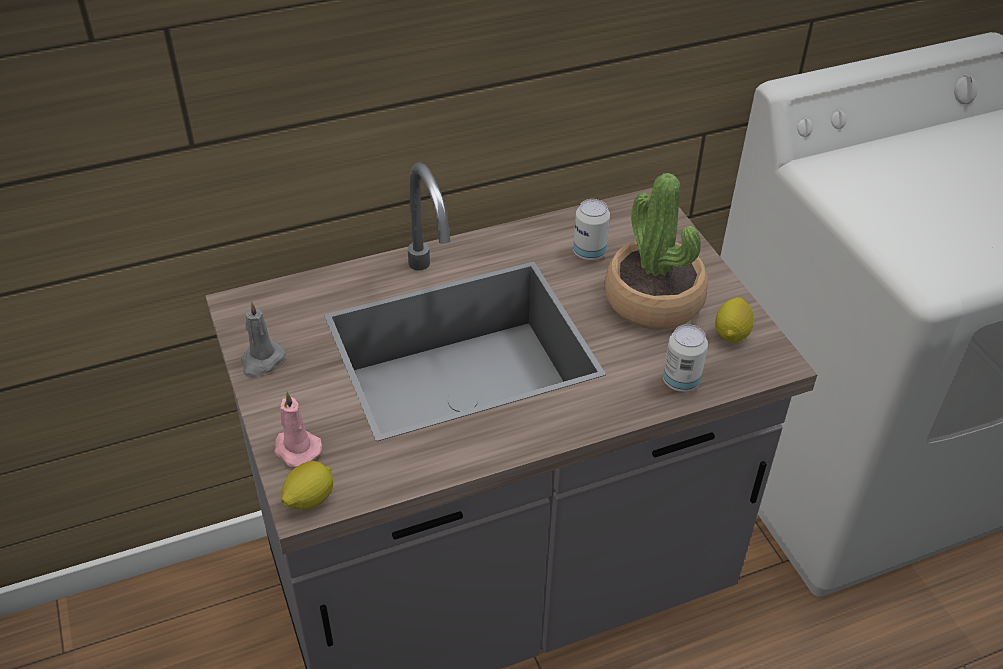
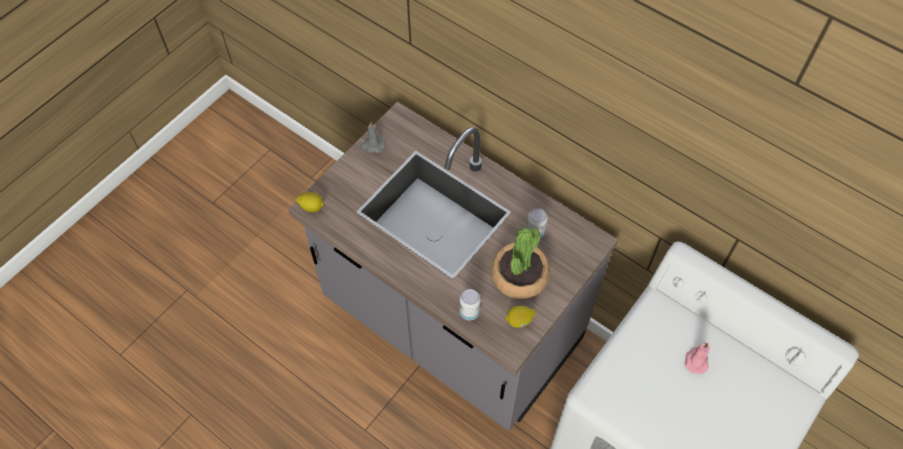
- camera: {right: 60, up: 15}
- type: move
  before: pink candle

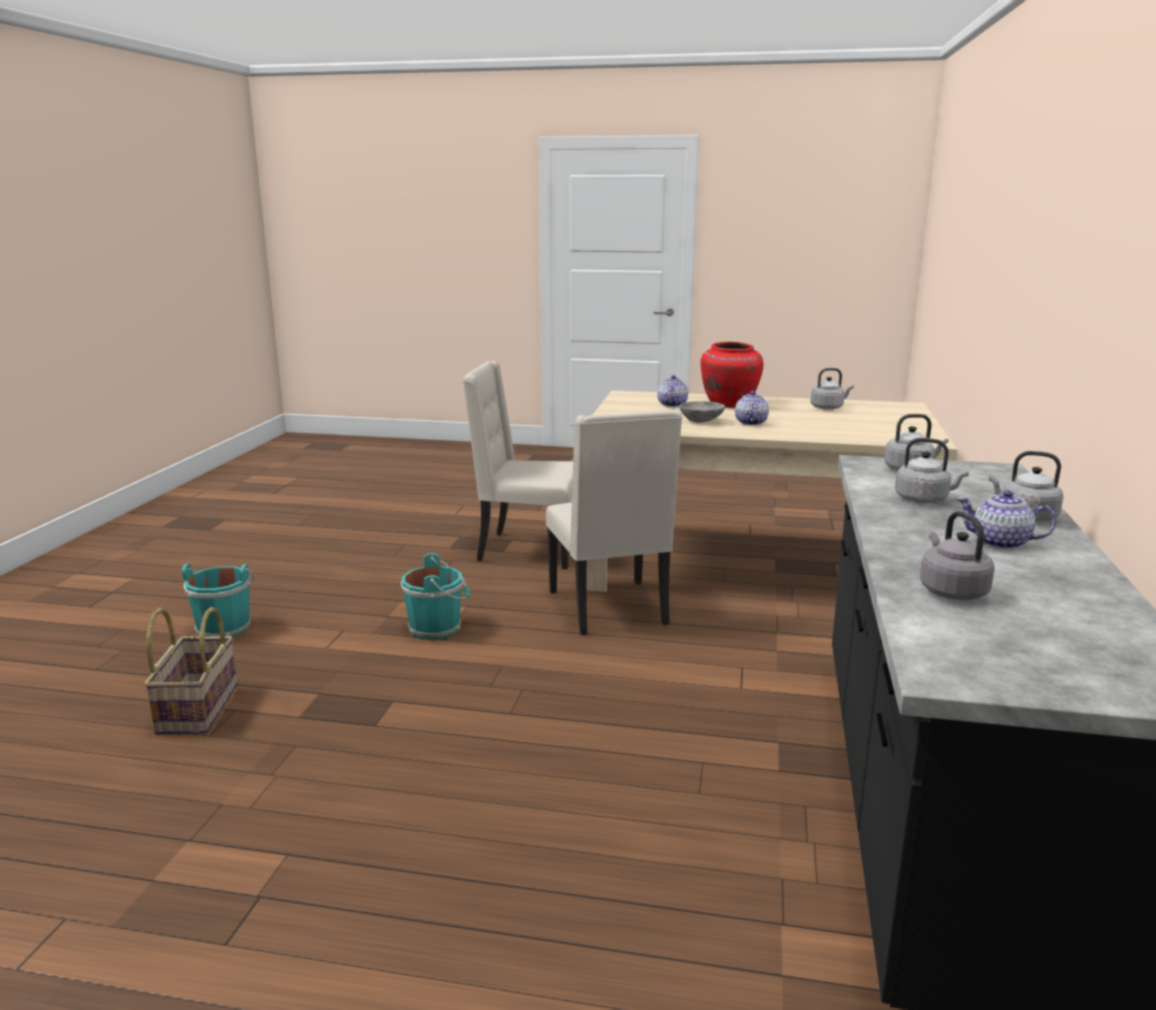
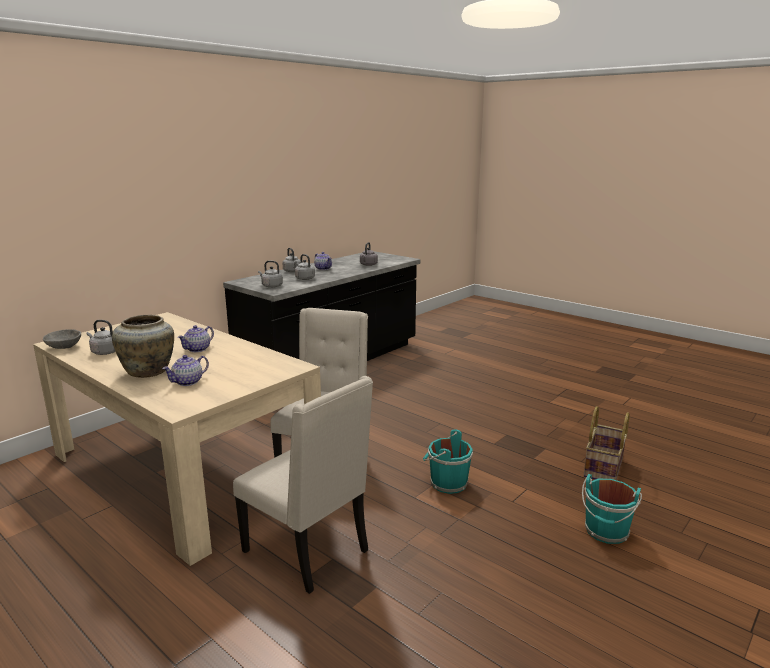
- camera: {right: -150, up: 0}
- type: move
  before: grey bowl
- type: recolor
  before: red vase
  after: beige vase

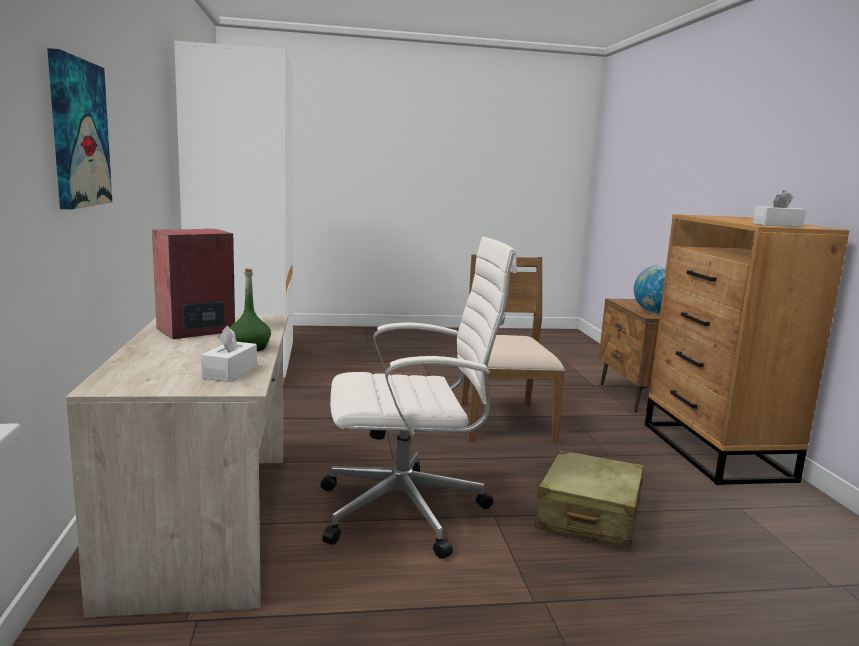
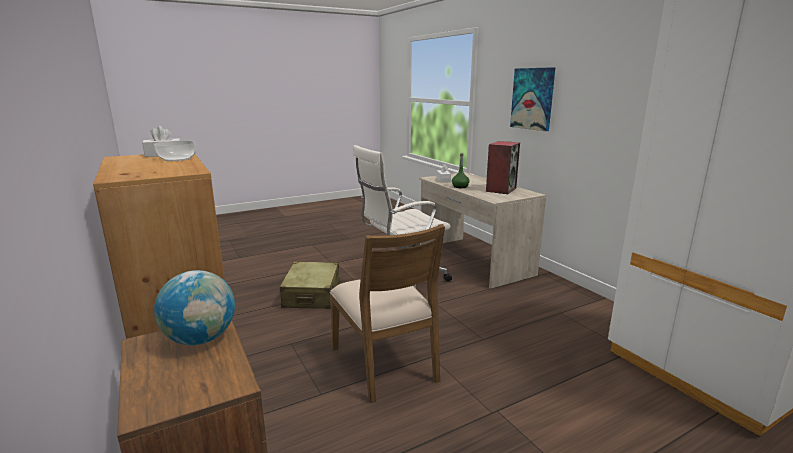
- camera: {right: 160, up: 5}
- type: insert
  after: bowl

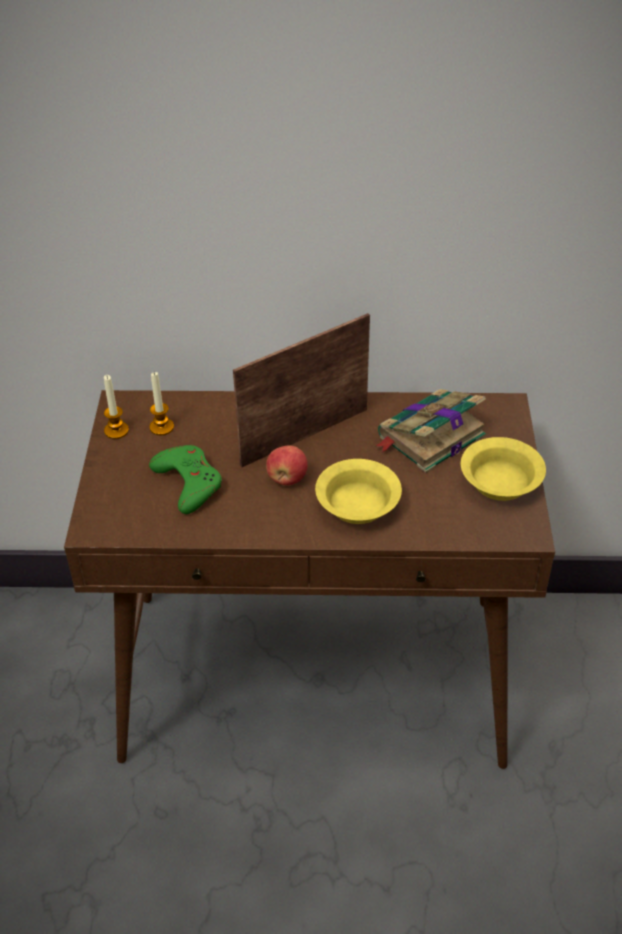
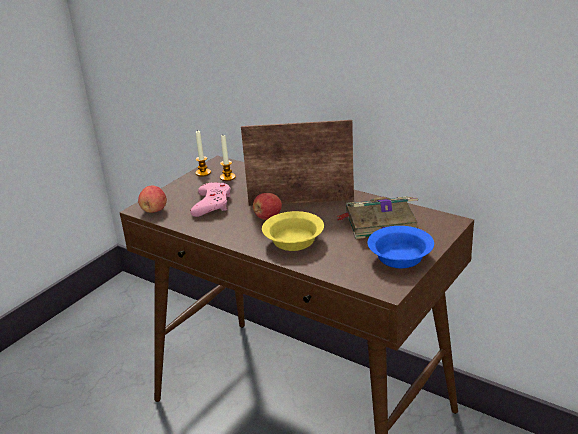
- camera: {right: 35, up: -15}
- type: insert
  after: apple (1st from left)
- type: recolor
  before: green game controller
  after: pink game controller
- type: recolor
  before: yellow bowl (2nd from left)
  after: blue bowl

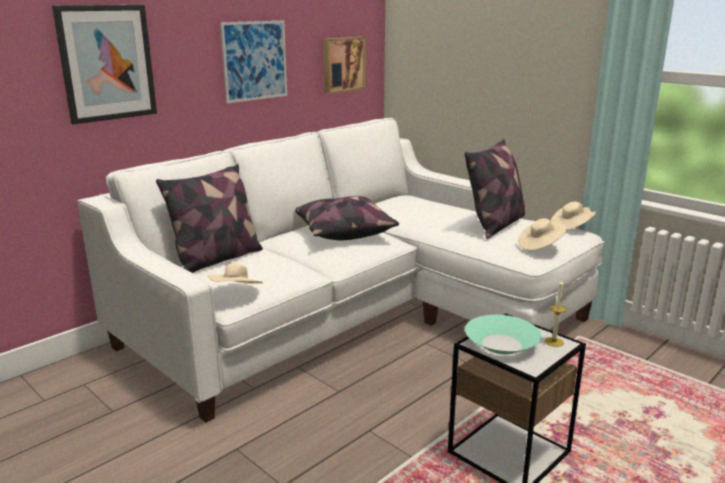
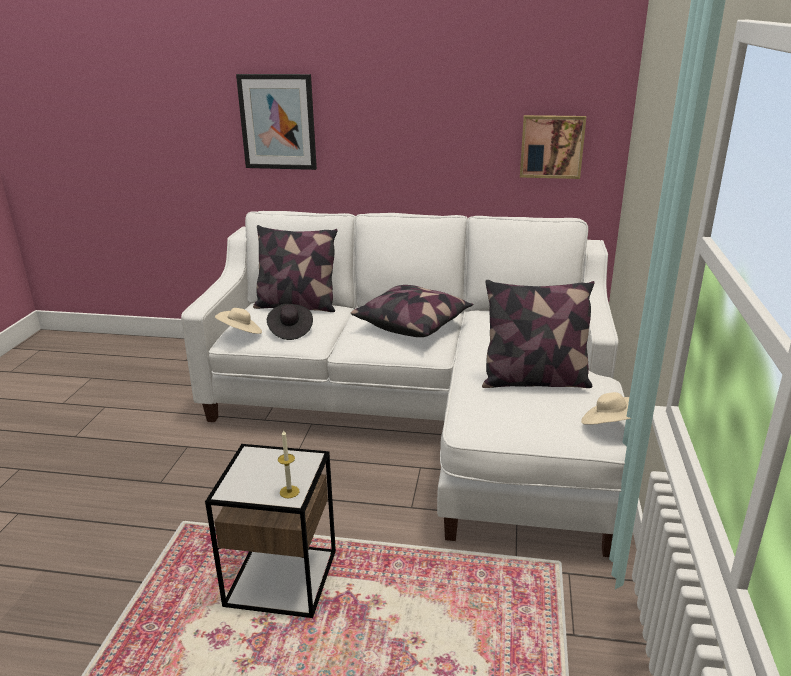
- camera: {right: 55, up: 5}
- type: insert
  after: black hat
- type: delete
  before: picture (2nd from left)
- type: delete
  before: turquoise bowl
- type: delete
  before: beige hat (2nd from left)

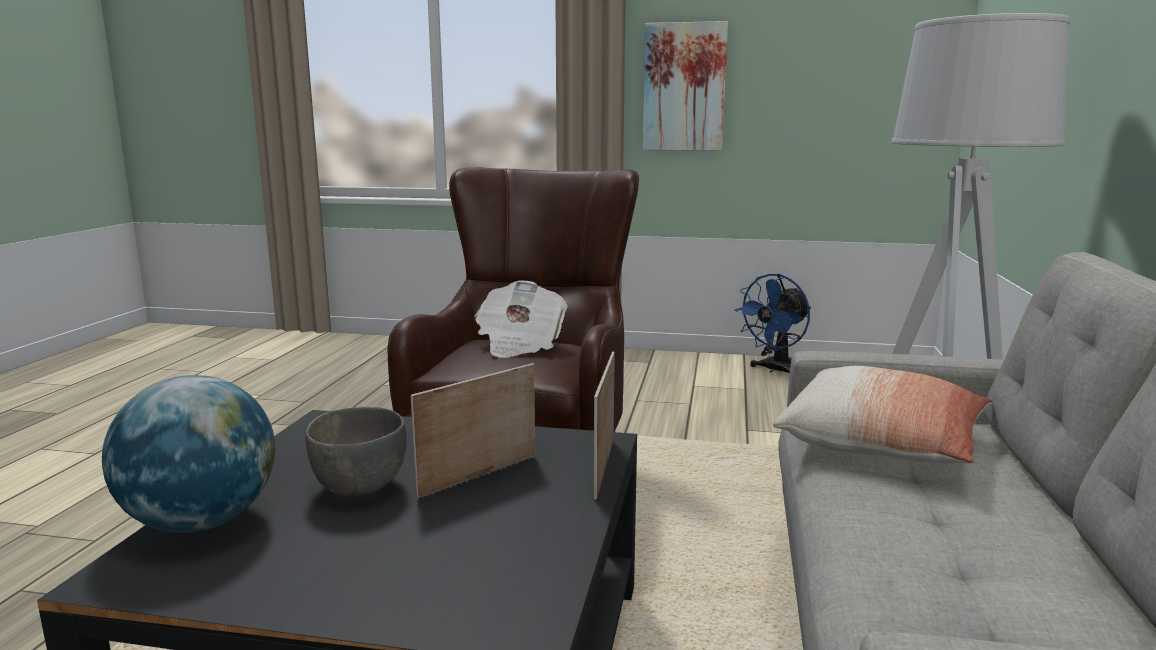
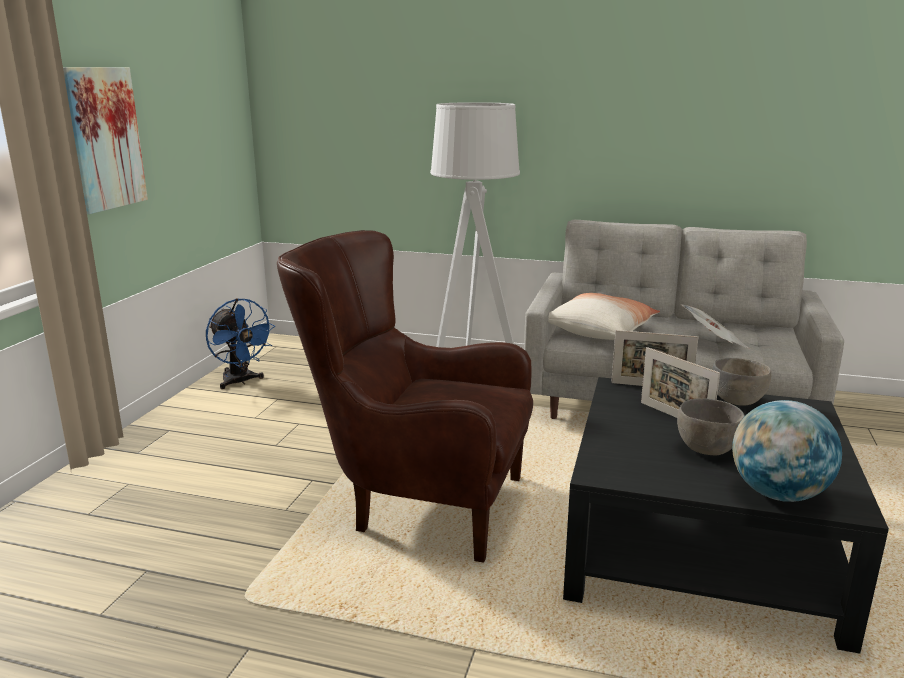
- camera: {right: -85, up: 5}
- type: move
  before: newspaper
- type: insert
  after: grey bowl (2nd from left)

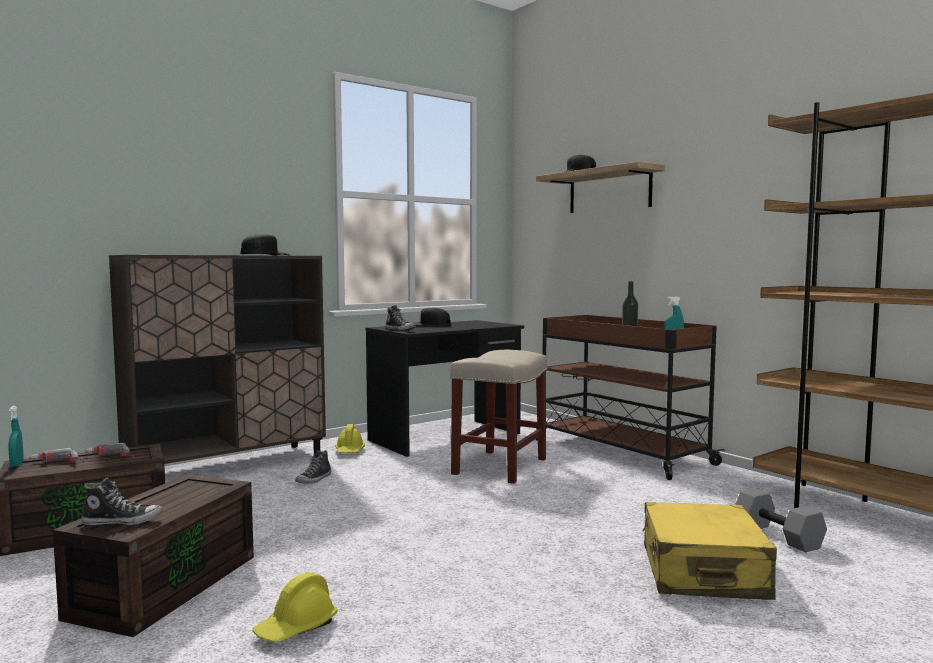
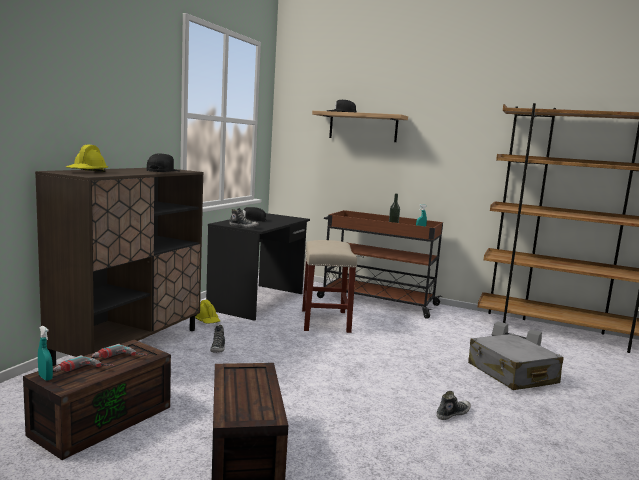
- camera: {right: -30, up: 5}
- type: move
  before: yellow hard hat (1st from left)
- type: move
  before: shoe (1st from left in the first image)
  after: shoe (3rd from left)
- type: recolor
  before: yellow suitcase
  after: grey suitcase

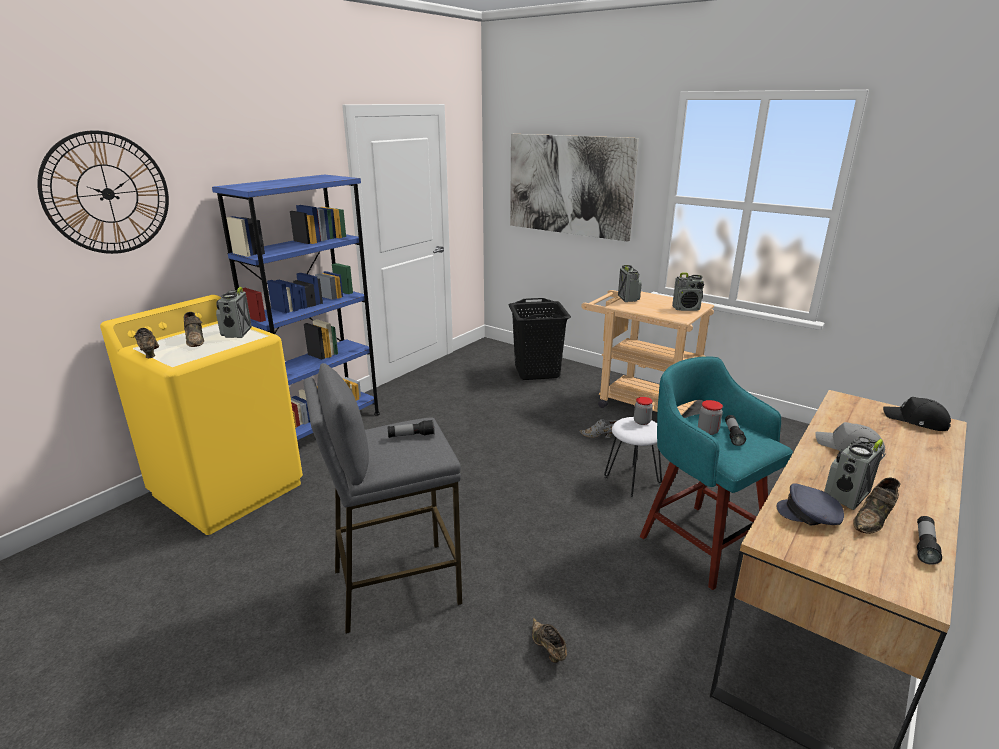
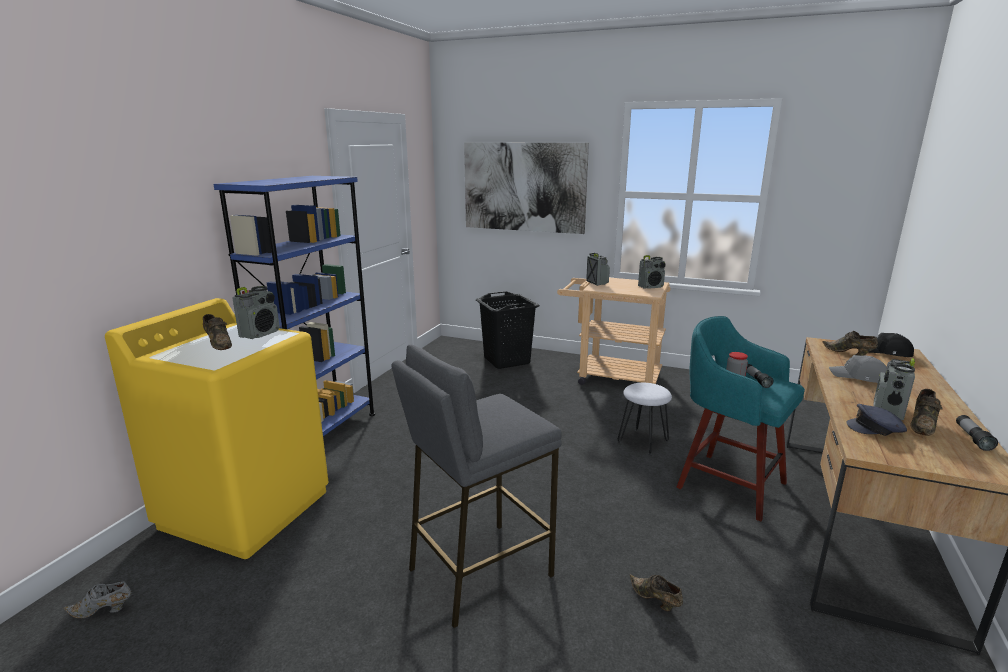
- camera: {right: -15, up: -5}
- type: move
  before: grey shoe
- type: rotate
  before: radio (1st from left)
  turn: -135
- type: move
  before: brown shoe (1st from left in the first image)
  after: brown shoe (3rd from left)
- type: delete
  before: wall clock
- type: delete
  before: flashlight (1st from left)
- type: delete
  before: jar (1st from left)

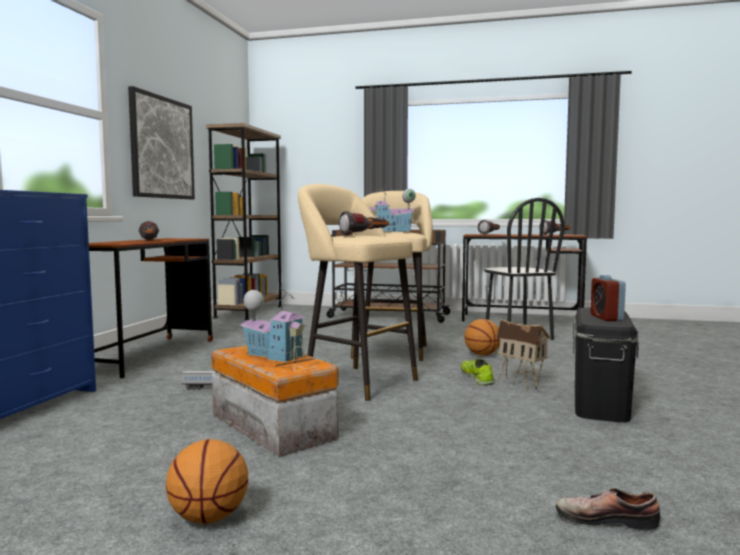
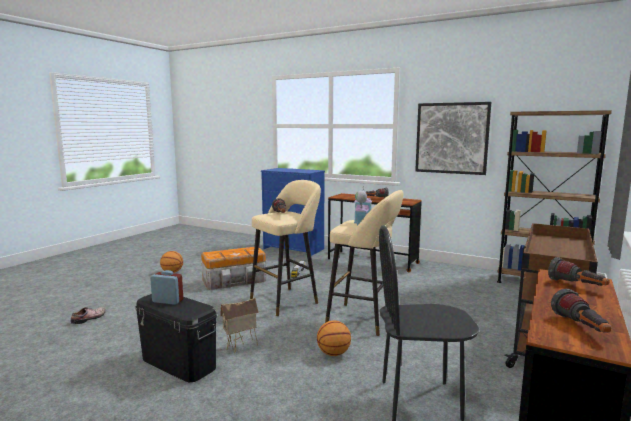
- camera: {right: 105, up: 5}
- type: delete
  before: toy house (1st from left)
- type: delete
  before: shoe (1st from left)

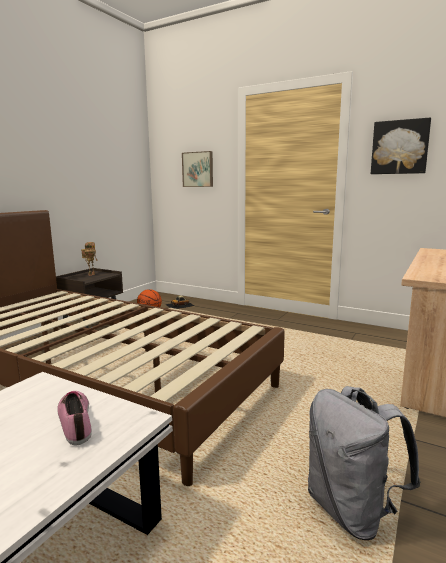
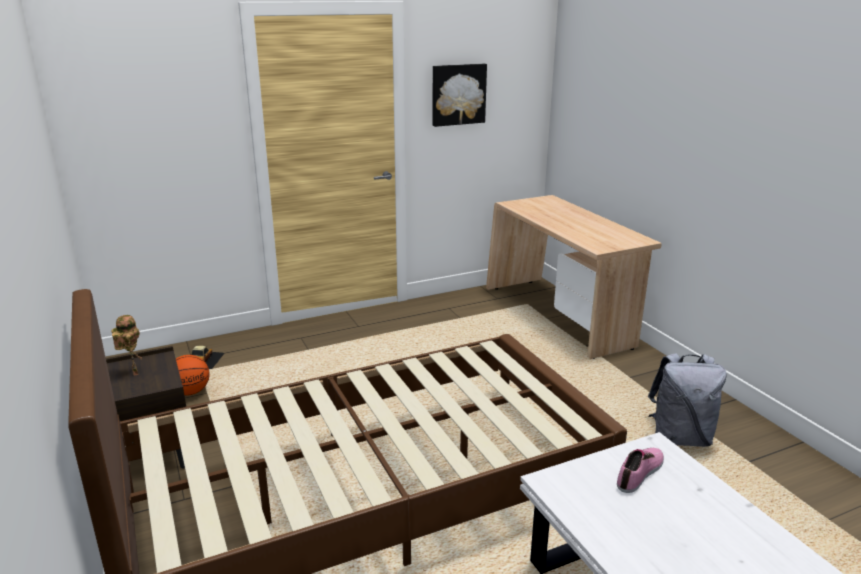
- camera: {right: -55, up: 10}
- type: rotate
  before: shoe
  turn: 120
- type: delete
  before: picture (1st from left)

